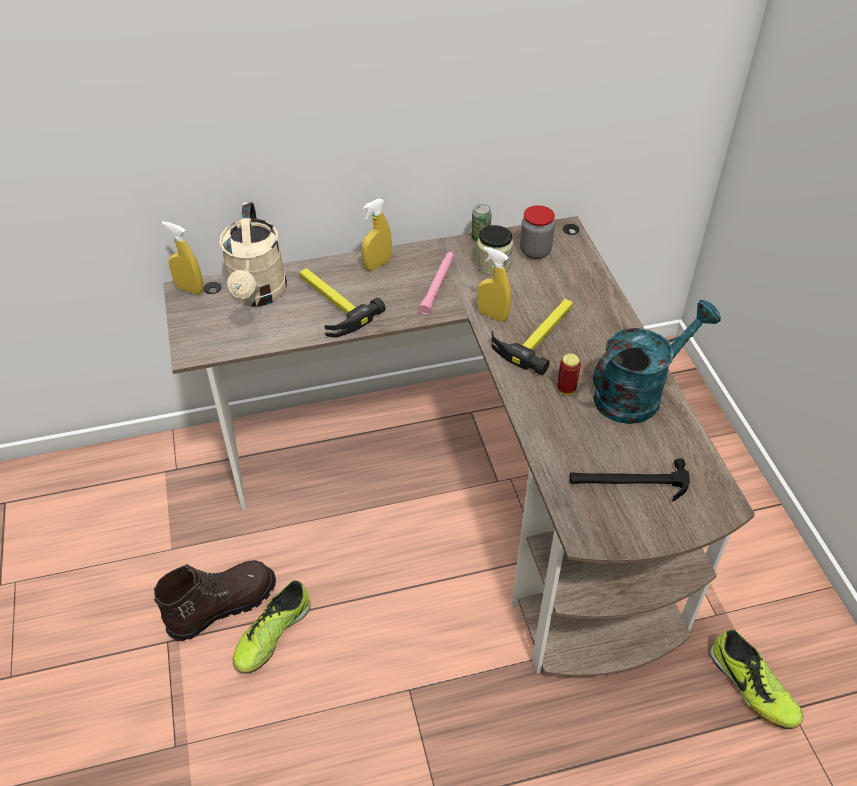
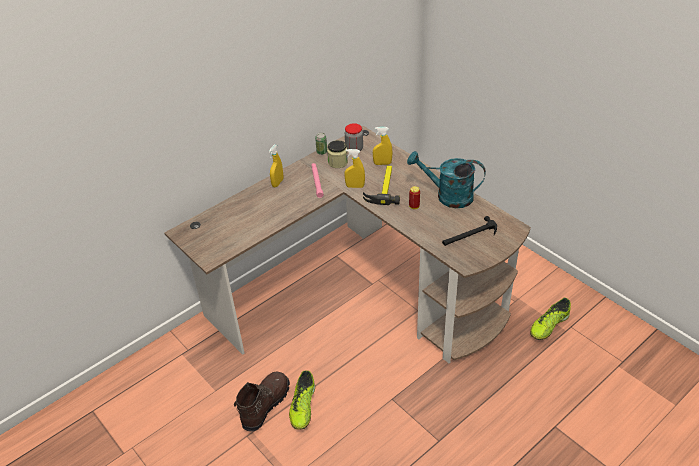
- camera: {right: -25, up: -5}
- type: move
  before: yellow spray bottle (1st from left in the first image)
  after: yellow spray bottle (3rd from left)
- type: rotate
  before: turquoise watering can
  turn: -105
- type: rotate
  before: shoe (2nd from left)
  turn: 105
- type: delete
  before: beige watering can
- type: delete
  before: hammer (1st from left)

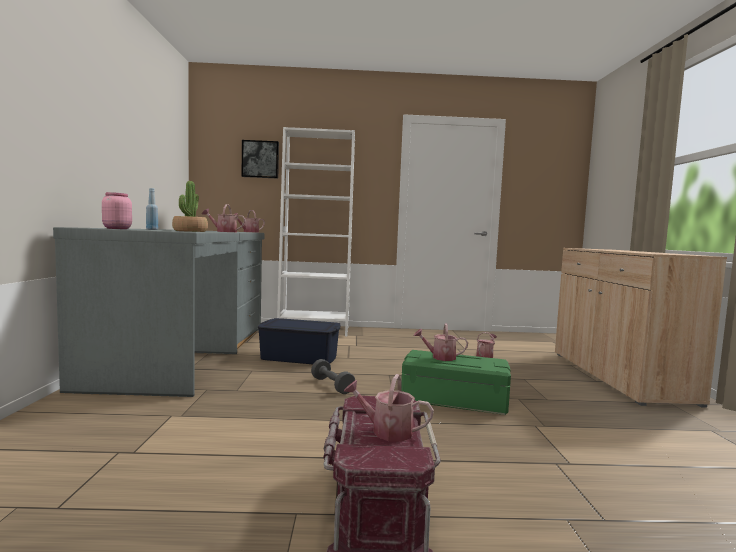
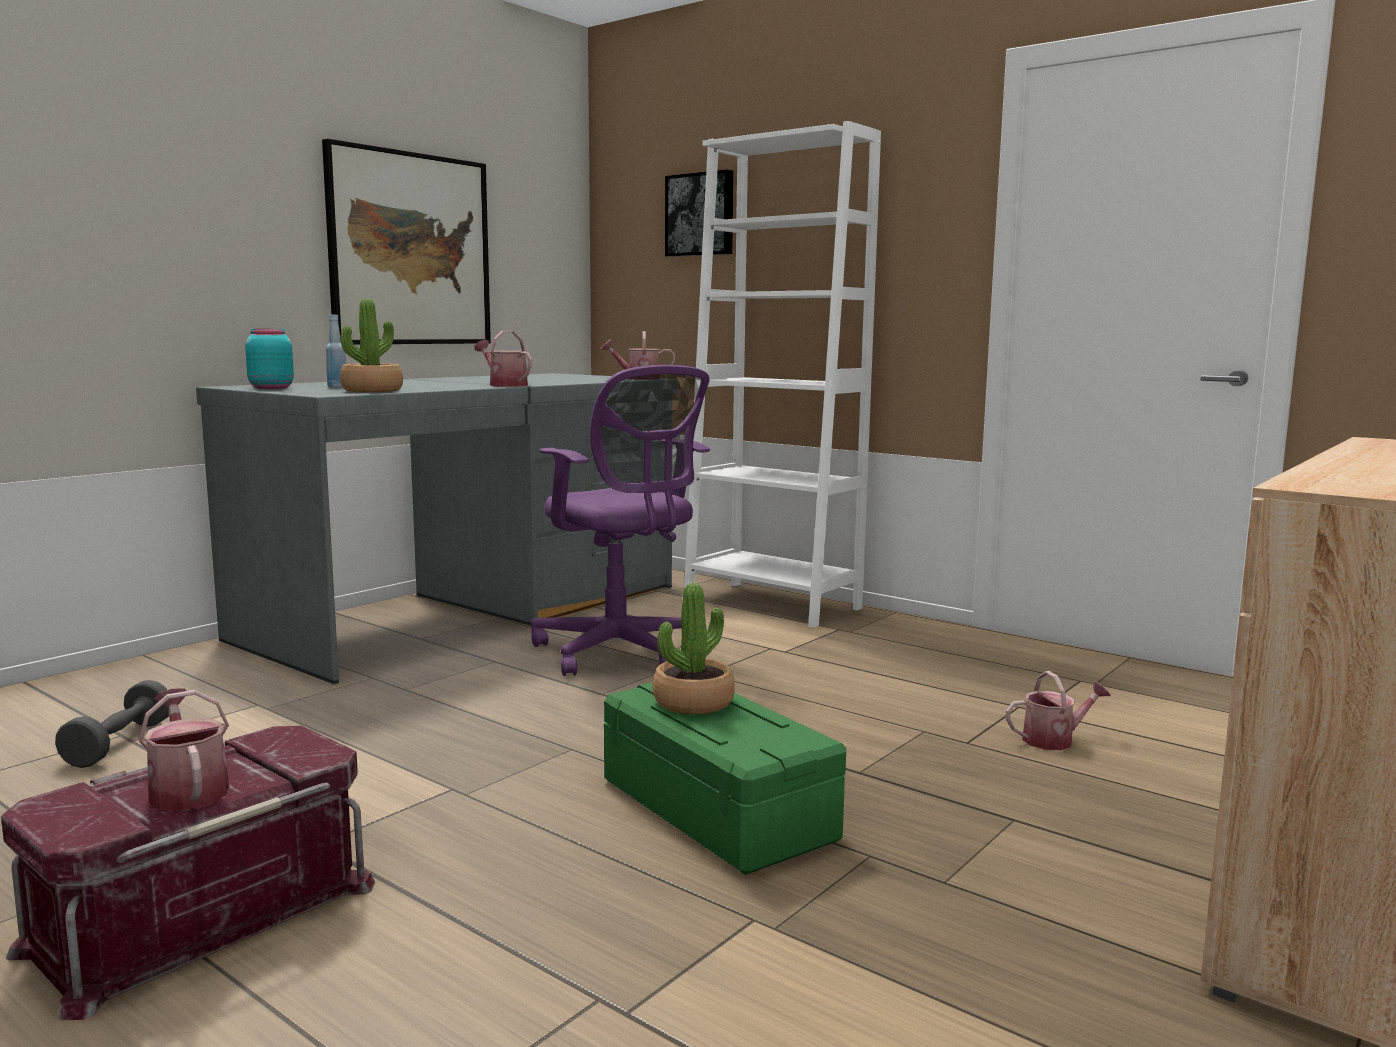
- camera: {right: 40, up: 5}
- type: move
  before: grey dumbbell
- type: recolor
  before: pink jar
  after: turquoise jar
- type: insert
  after: picture (1st from left)
- type: replace
  before: blue storage box
  after: purple office chair
- type: replace
  before: watering can (4th from left)
  after: potted plant (2nd from left)

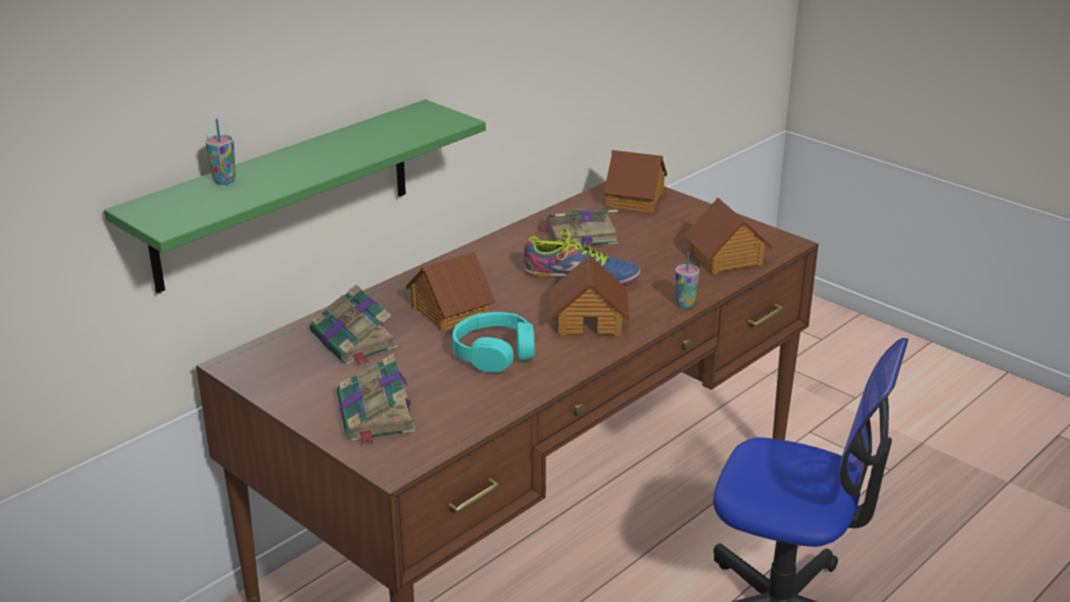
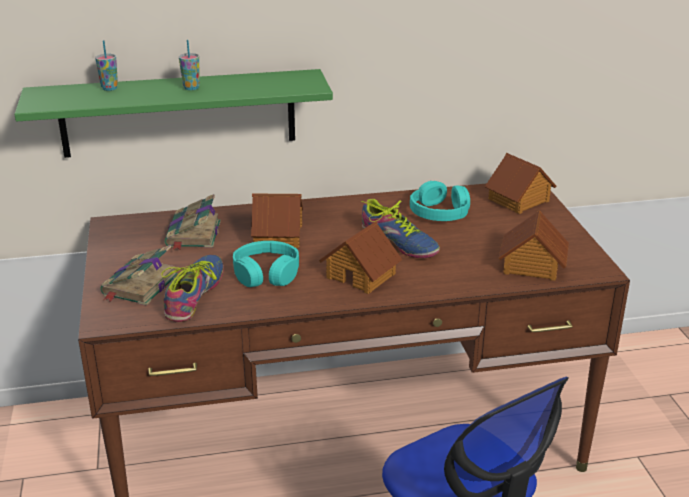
- camera: {right: 35, up: 0}
- type: insert
  after: shoe (1st from left)
- type: move
  before: cup (2nd from left)
- type: replace
  before: book (3rd from left)
  after: turquoise headphones (2nd from left)

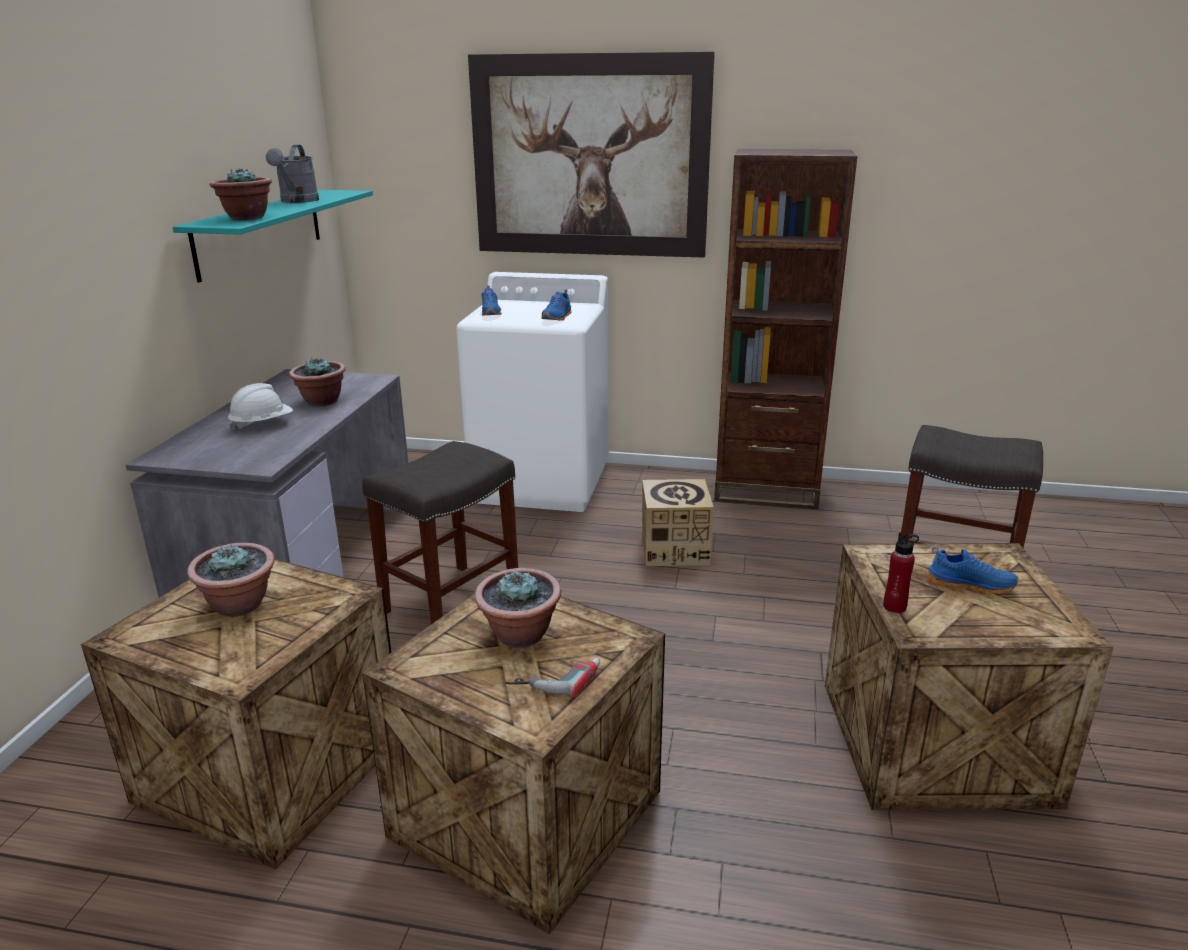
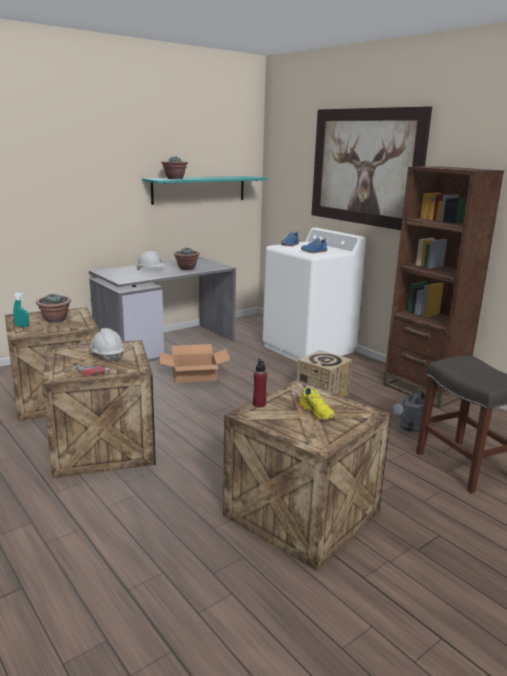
- camera: {right: 40, up: -5}
- type: insert
  after: turquoise spray bottle
- type: replace
  before: potted plant (4th from left)
  after: white hard hat (1st from left)
- type: replace
  before: grey stool (1st from left)
  after: cardboard box (1st from left)
- type: recolor
  before: blue shoe (3rd from left)
  after: yellow shoe
- type: move
  before: grey watering can

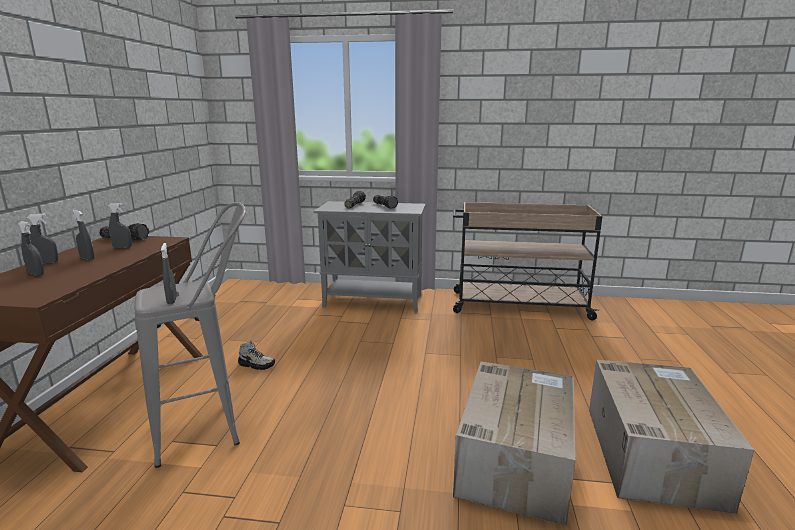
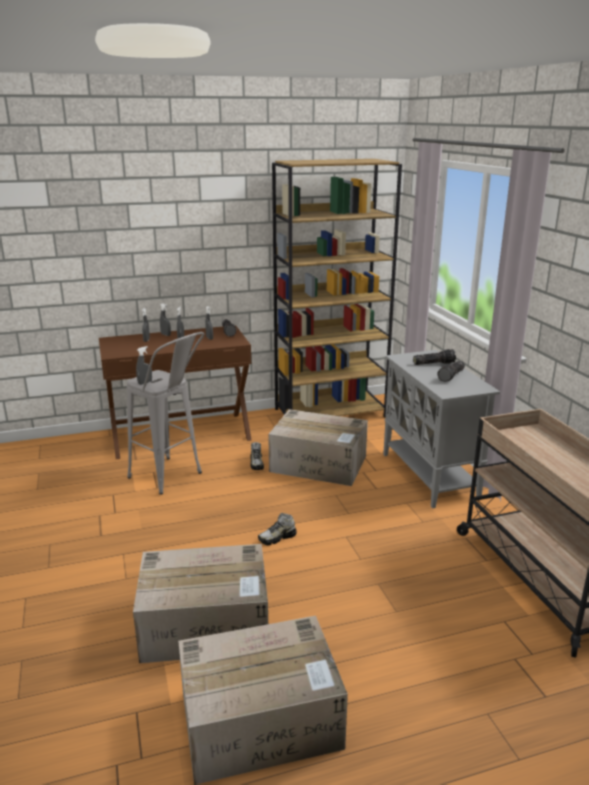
- camera: {right: 65, up: 5}
- type: insert
  after: shoe (2nd from left)
- type: insert
  after: cardboard box (3rd from left)
- type: insert
  after: brown bookcase

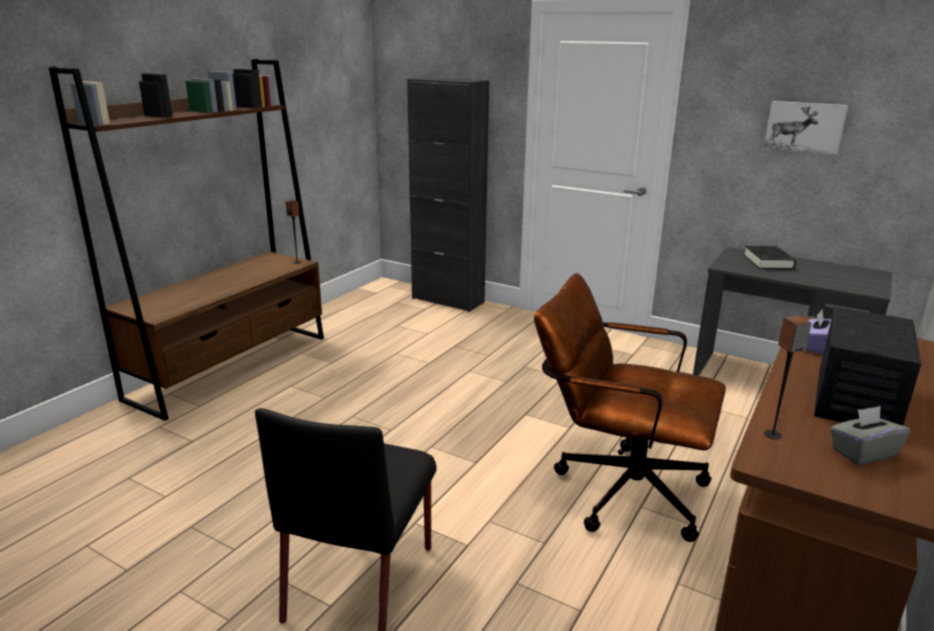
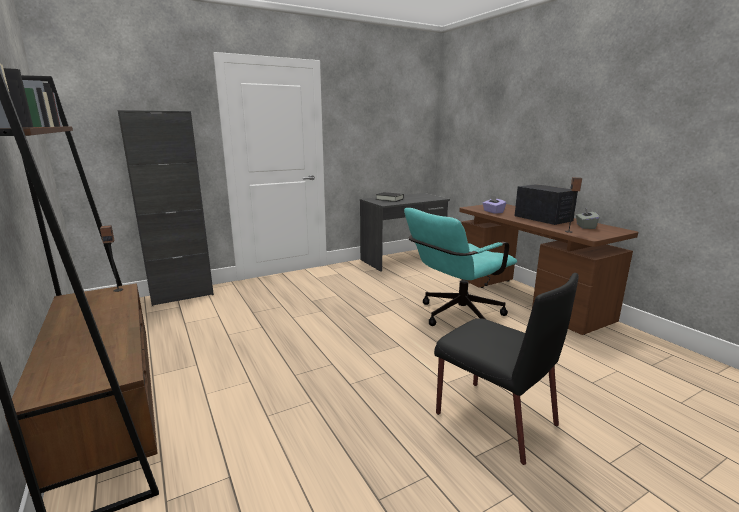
- camera: {right: -60, up: -5}
- type: recolor
  before: brown office chair
  after: turquoise office chair
- type: delete
  before: picture

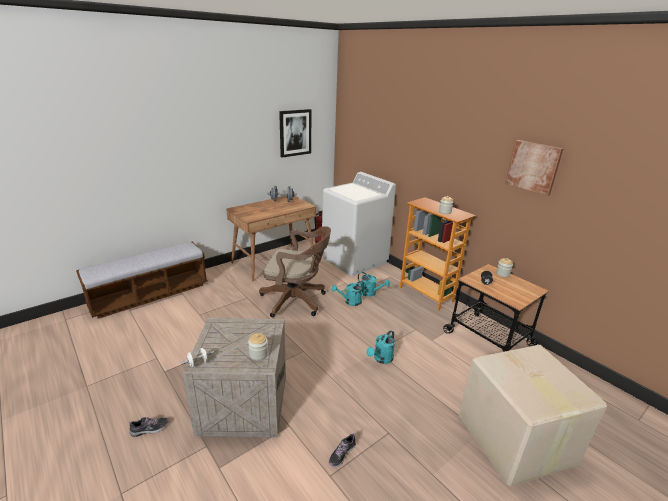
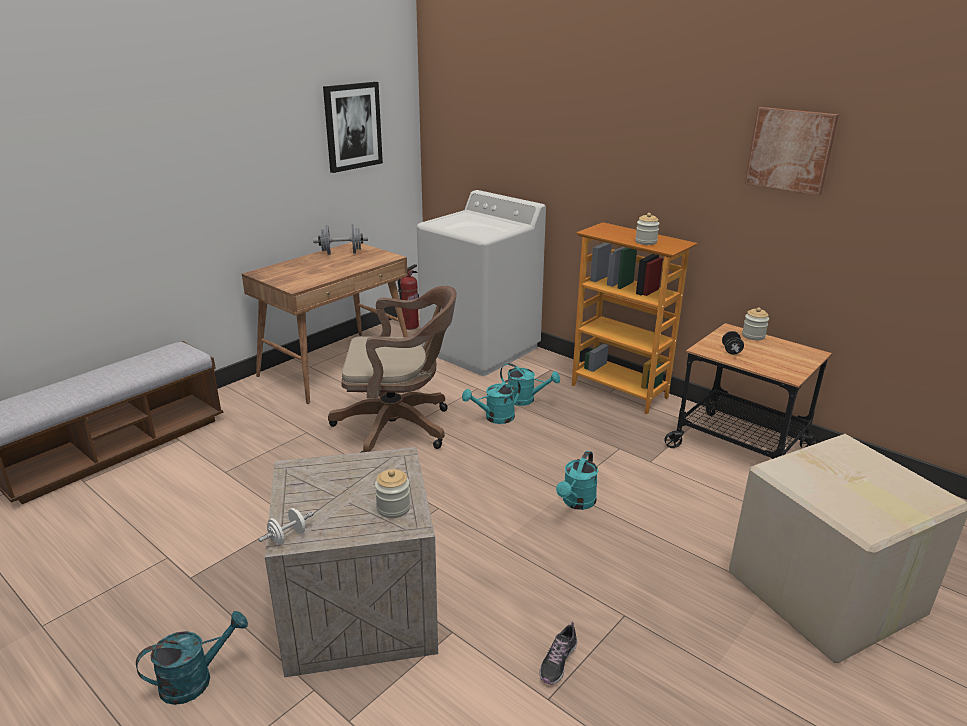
- camera: {right: -10, up: 0}
- type: replace
  before: shoe (1st from left)
  after: turquoise watering can (1st from left)

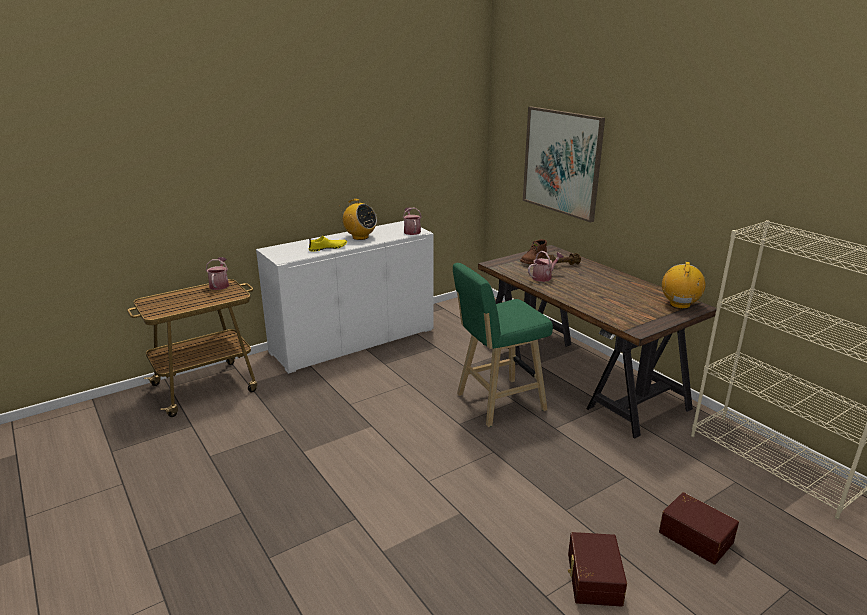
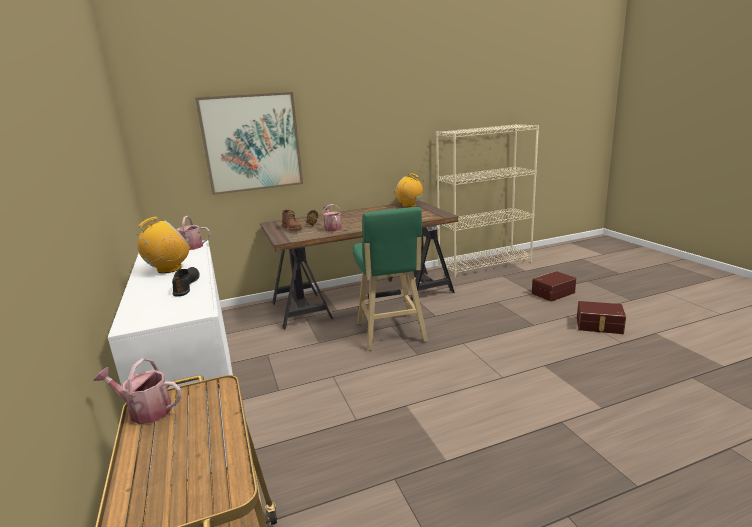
- camera: {right: -75, up: -5}
- type: recolor
  before: yellow shoe
  after: black shoe

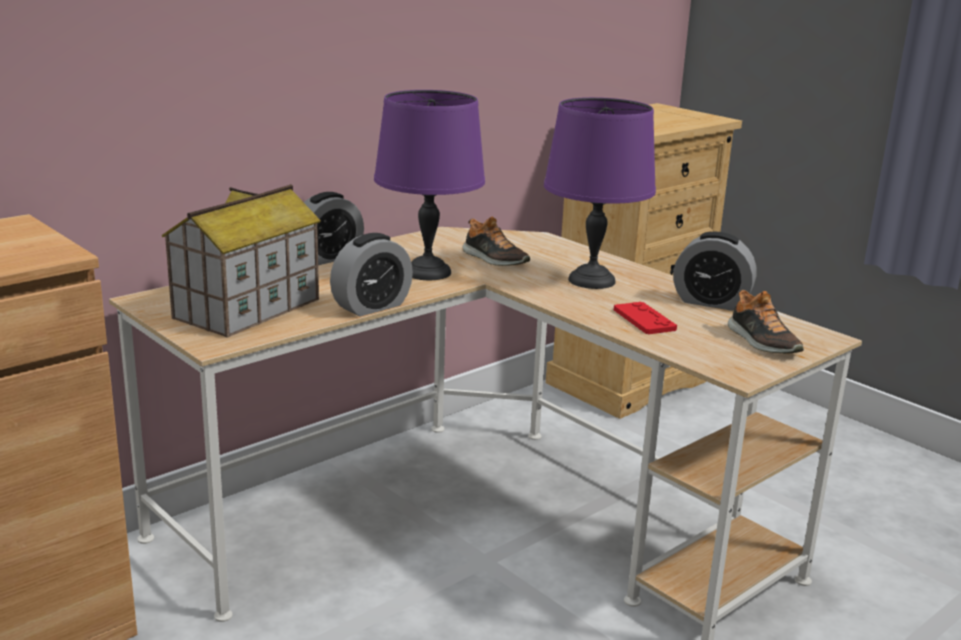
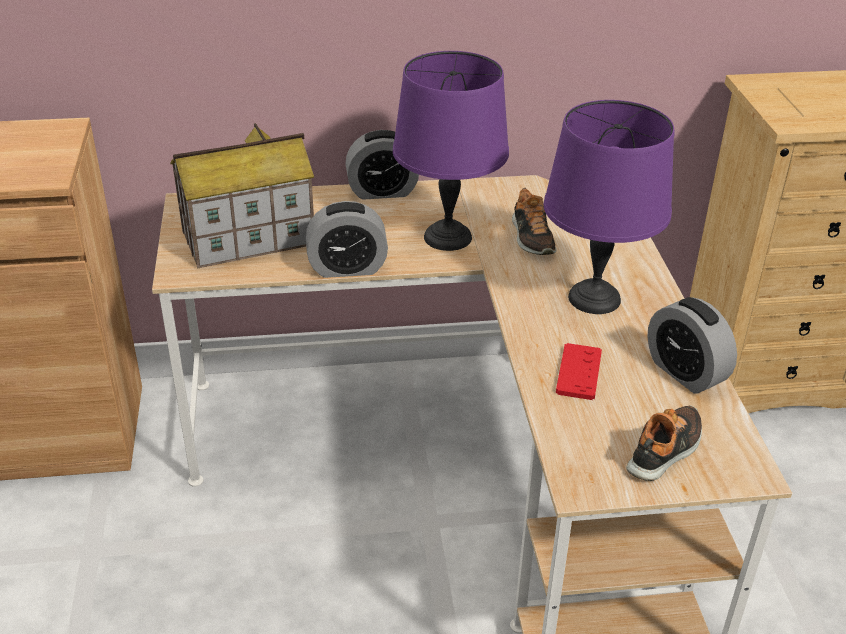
- camera: {right: 35, up: 15}
- type: rotate
  before: shoe (2nd from left)
  turn: -150

